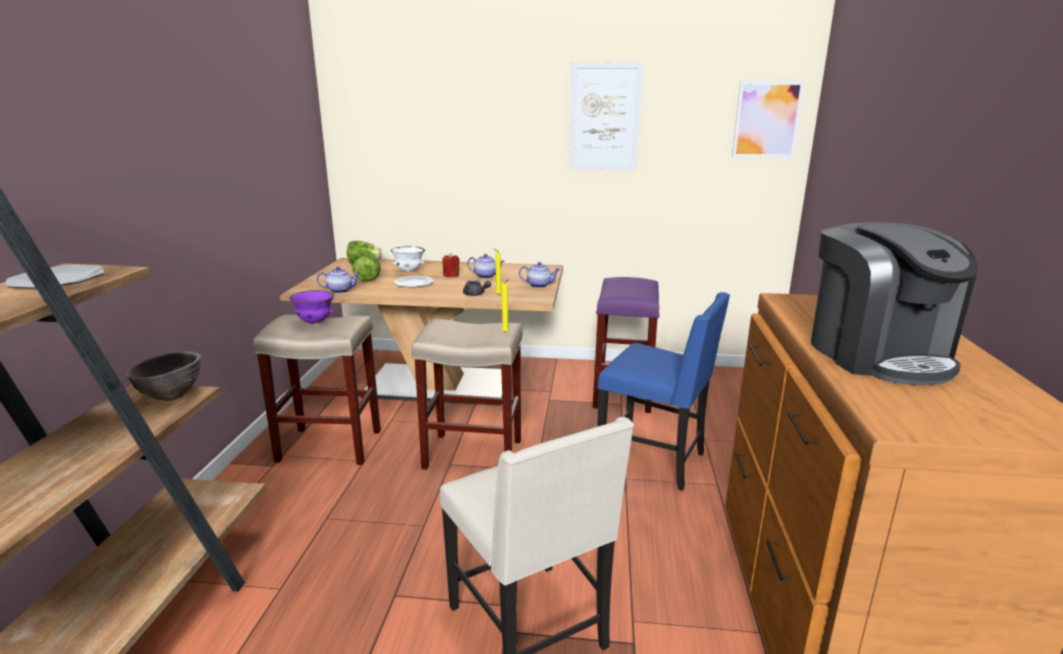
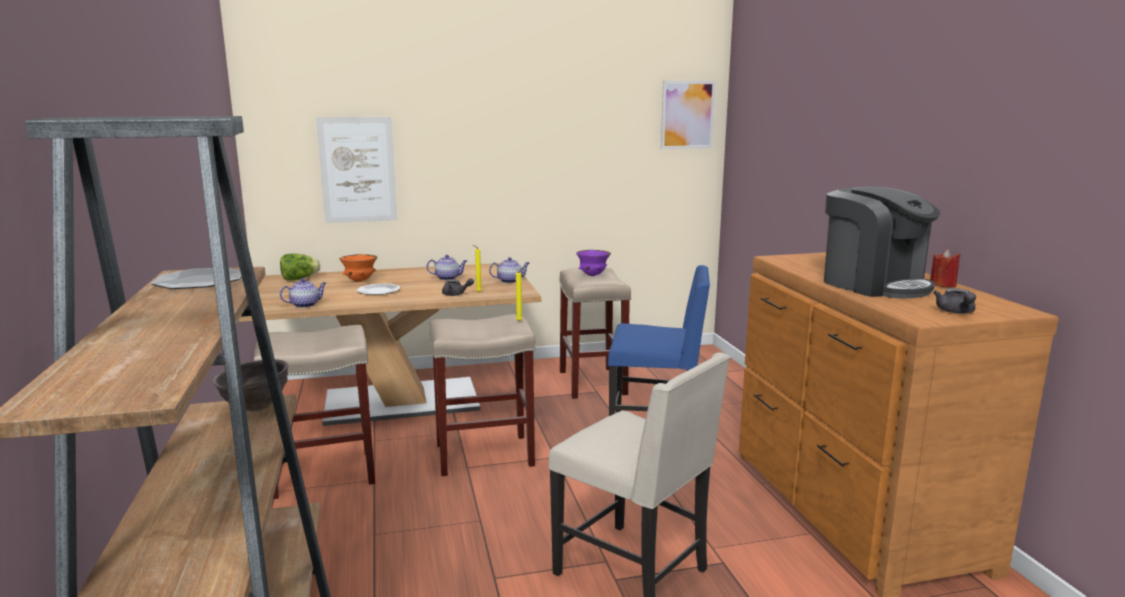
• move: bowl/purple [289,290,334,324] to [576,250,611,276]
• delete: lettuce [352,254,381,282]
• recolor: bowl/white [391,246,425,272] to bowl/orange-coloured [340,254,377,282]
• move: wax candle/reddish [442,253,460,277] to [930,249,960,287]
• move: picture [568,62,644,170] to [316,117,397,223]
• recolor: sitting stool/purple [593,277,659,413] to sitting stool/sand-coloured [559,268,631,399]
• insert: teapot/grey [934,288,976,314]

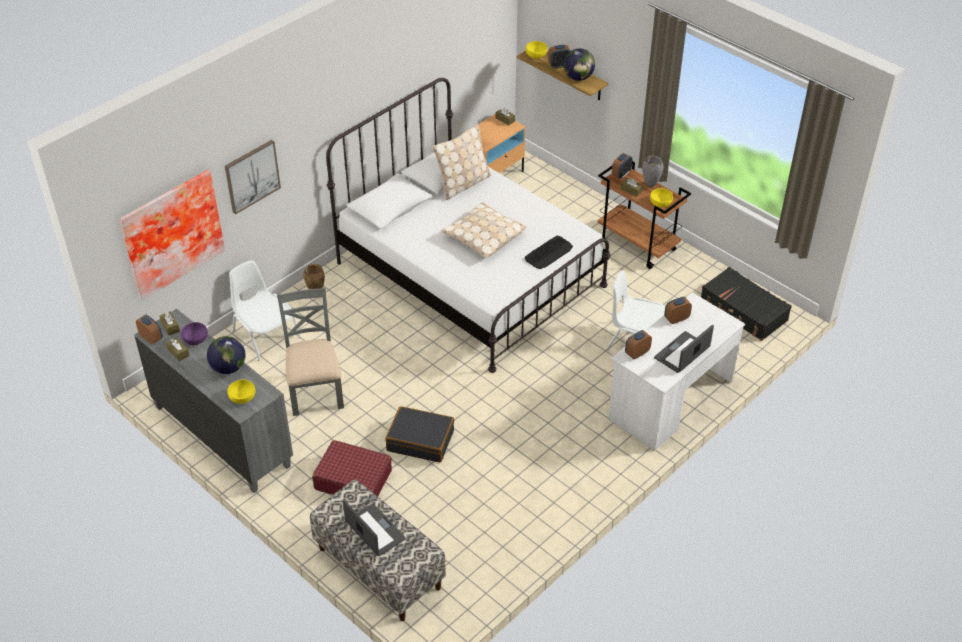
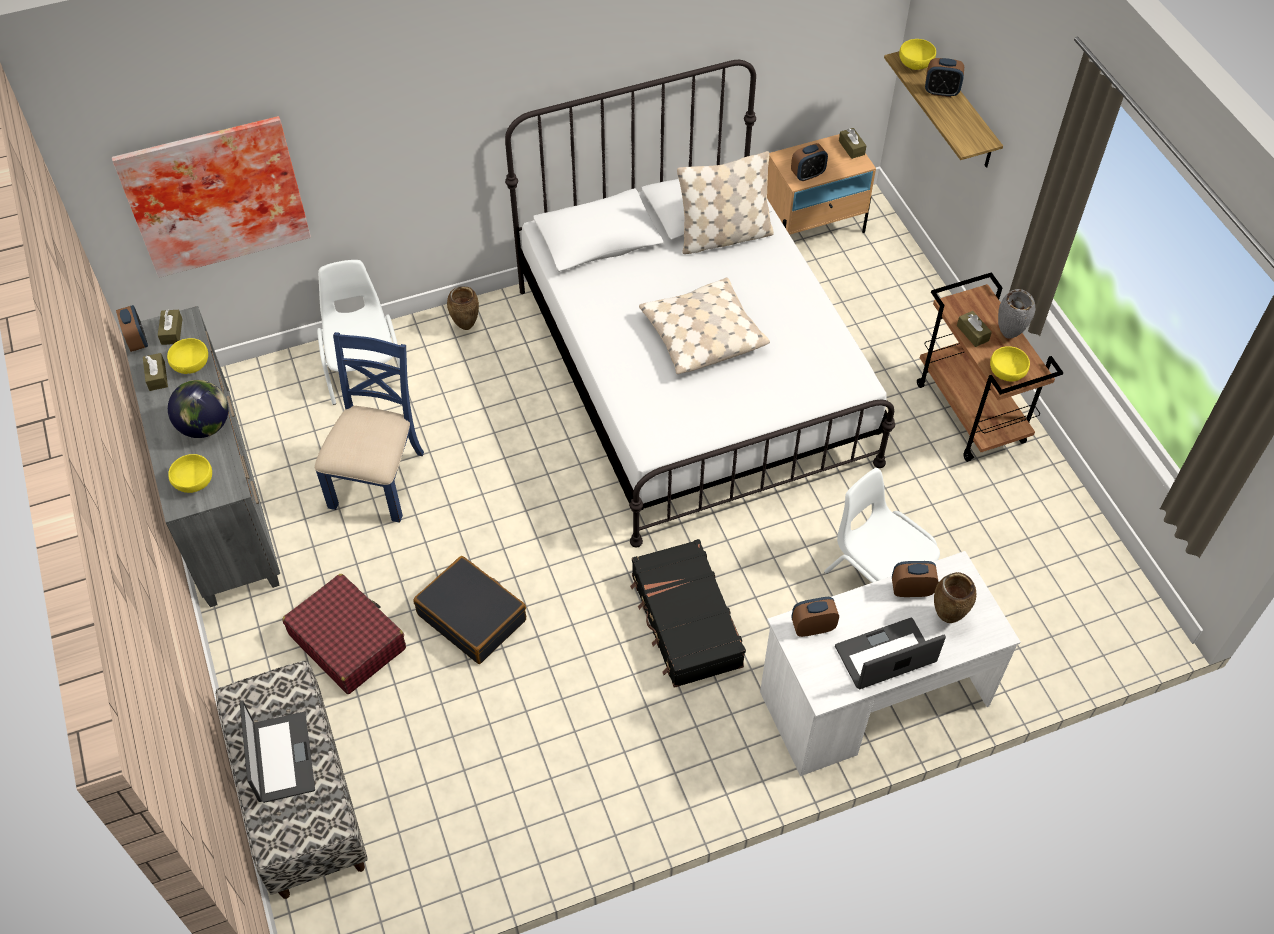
• recolor: bowl/purple [181,322,208,345] to bowl/yellow [167,338,208,374]
• delete: picture [225,140,281,215]
• recolor: chair/grey [277,287,344,416] to chair/blue [315,332,424,523]
• delete: PC keyboard [525,236,573,269]
• delete: world globe [564,49,595,81]
• move: bedside clock [612,153,632,179] to [791,143,828,181]
• move: piece of luggage/black-coloured [701,267,792,341] to [630,539,746,688]
• insert: vase/brownish [934,572,976,623]

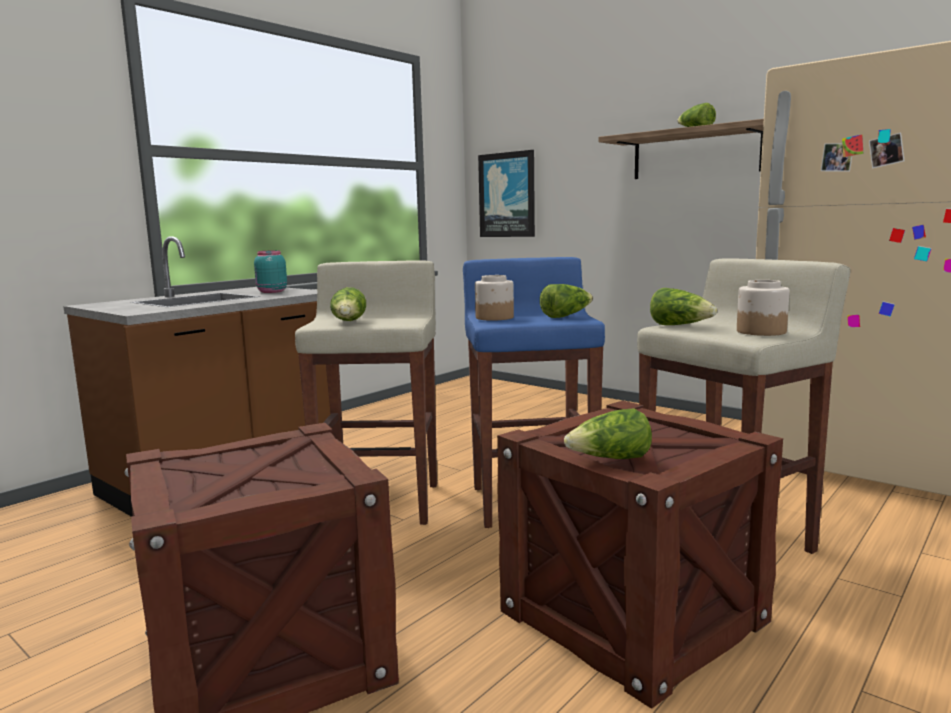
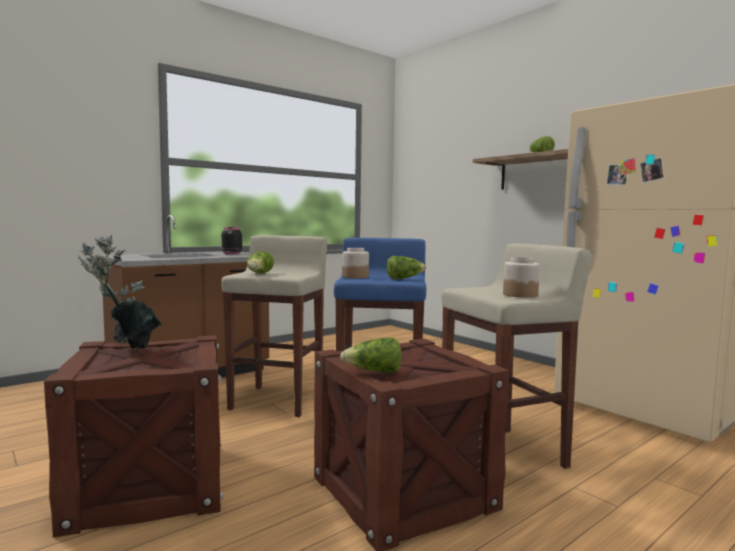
• recolor: preserve jar/turquoise-coloured [254,250,287,293] to preserve jar/black-coloured [221,227,242,255]
• delete: picture [478,150,535,237]
• delete: lettuce [650,288,717,325]
• insert: plant in a pot [78,235,162,349]

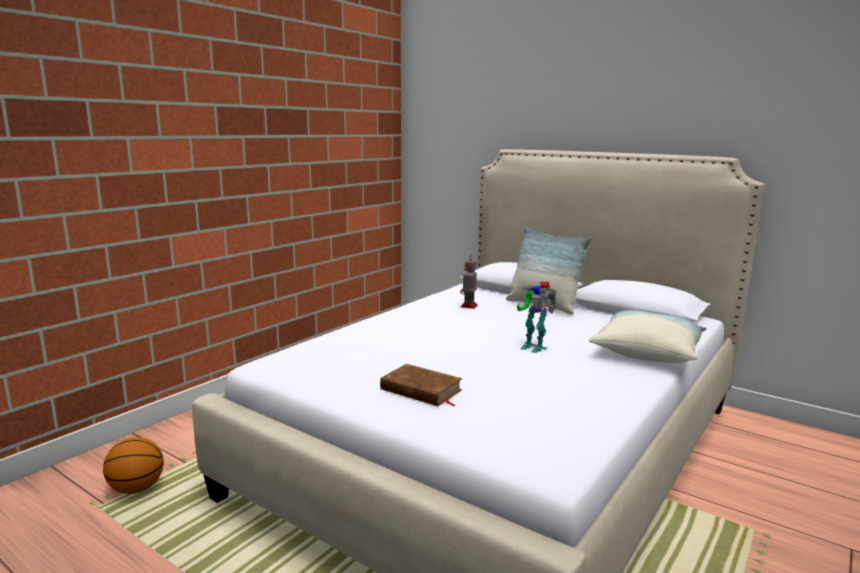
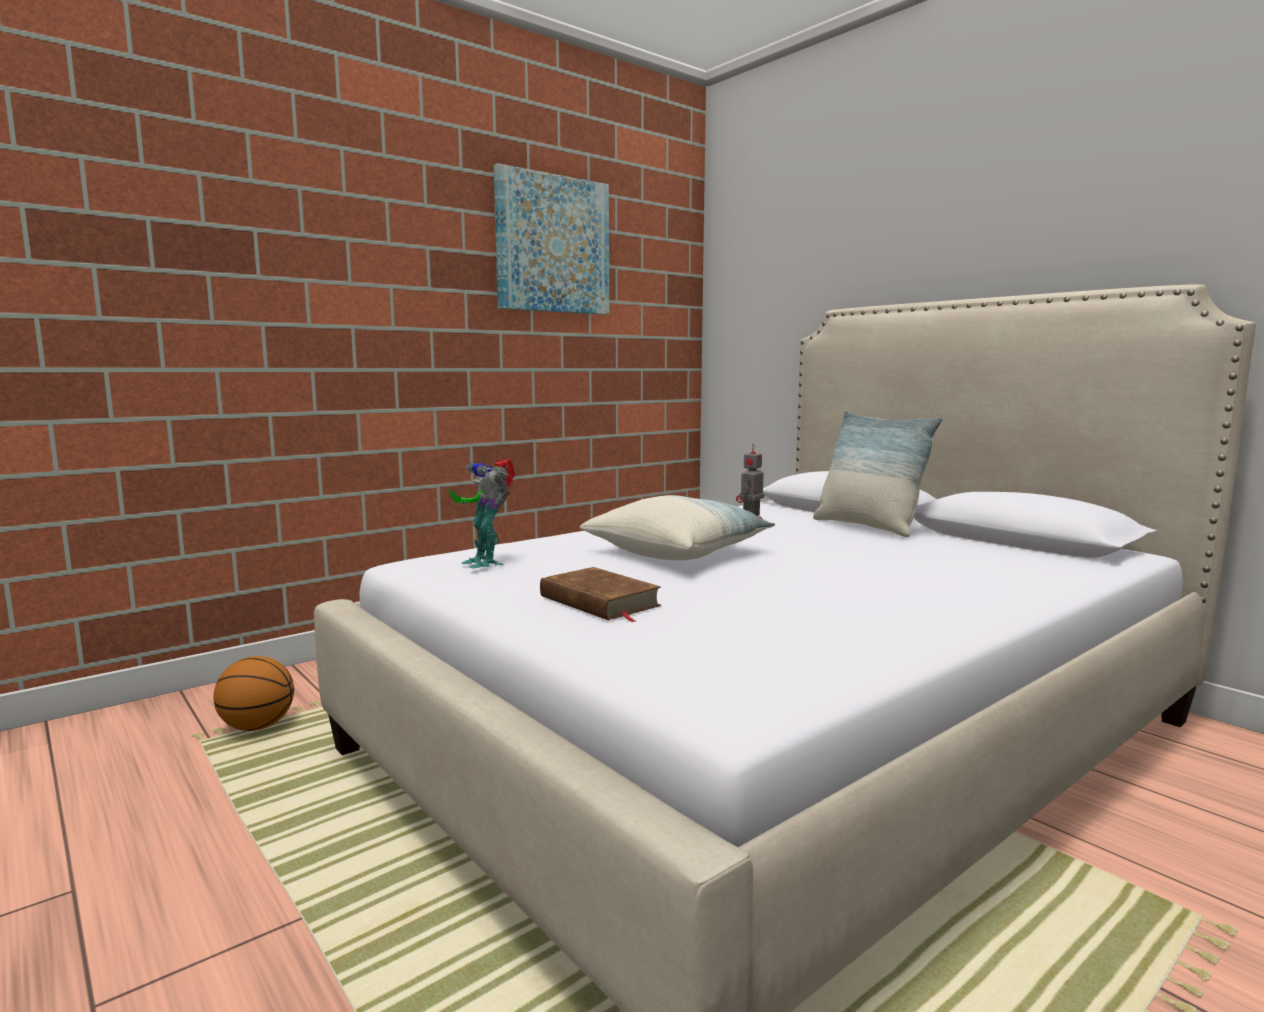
• move: model robot [517,282,557,353] to [450,459,515,568]
• move: cushion [589,310,707,363] to [580,495,775,560]
• insert: picture [494,163,609,315]

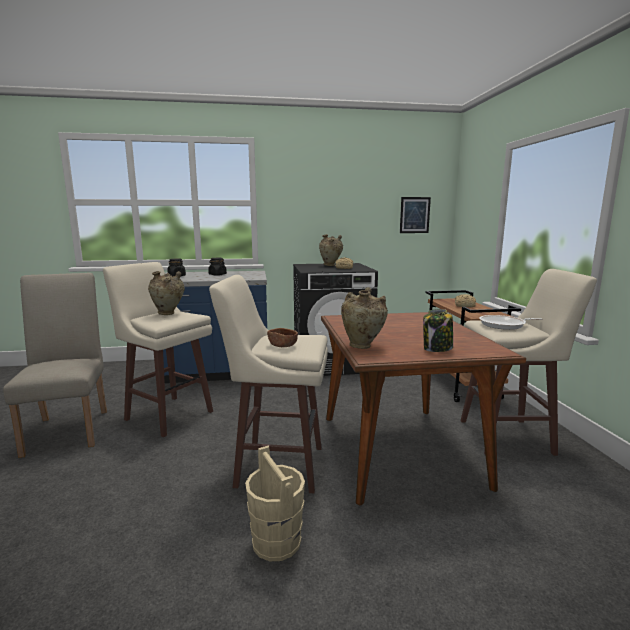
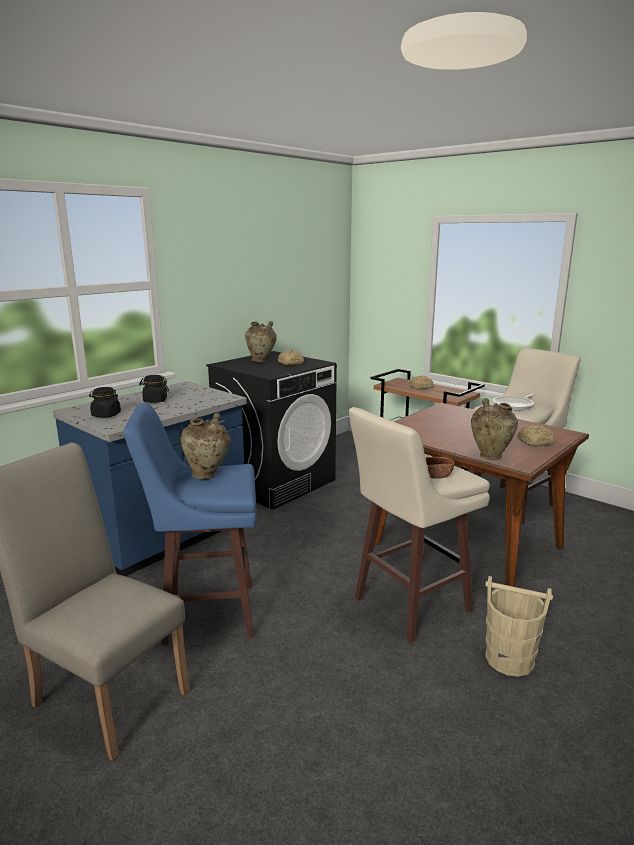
• recolor: sitting stool/sand-coloured [103,262,213,437] to sitting stool/blue [123,403,257,646]
• delete: picture [400,197,431,233]
• replace: preserve jar [423,309,453,352] to bread [517,425,555,447]

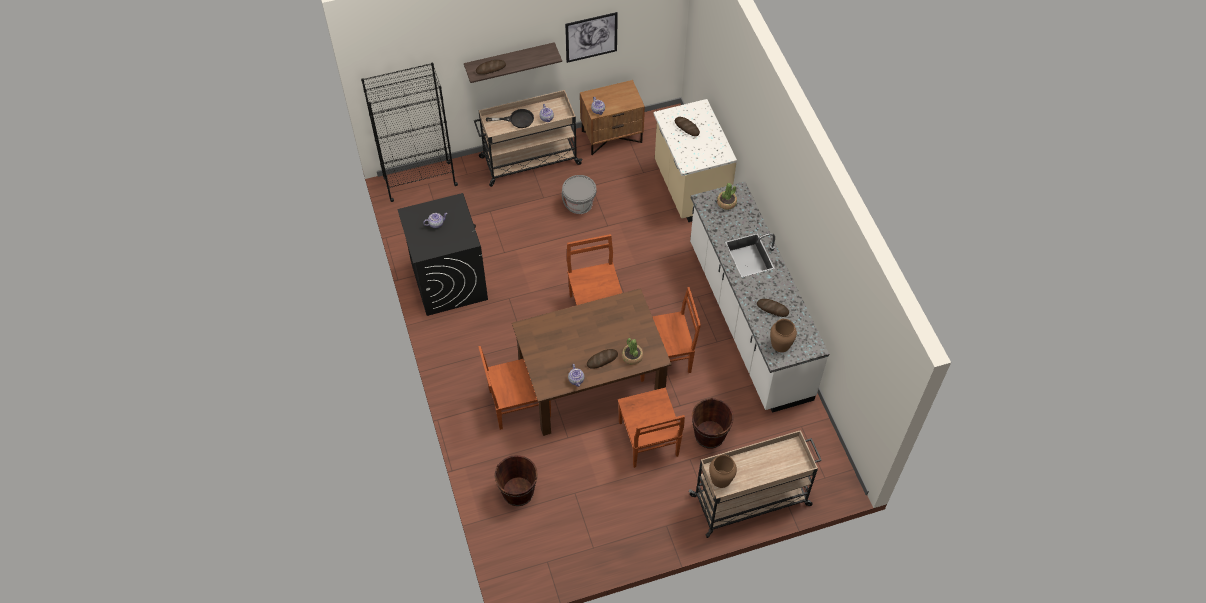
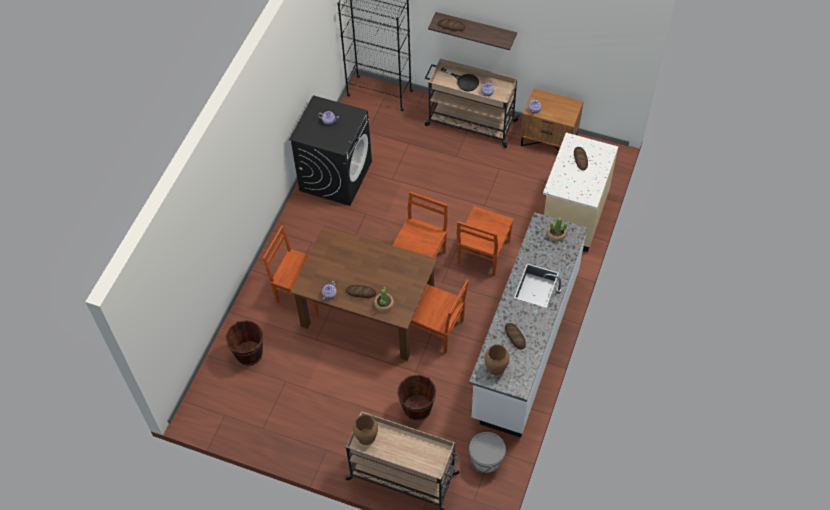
• move: water bucket/grey [562,175,596,214] to [469,432,506,473]
• delete: picture [565,12,618,63]
• move: chair/brownish [618,388,685,468] to [457,206,513,276]

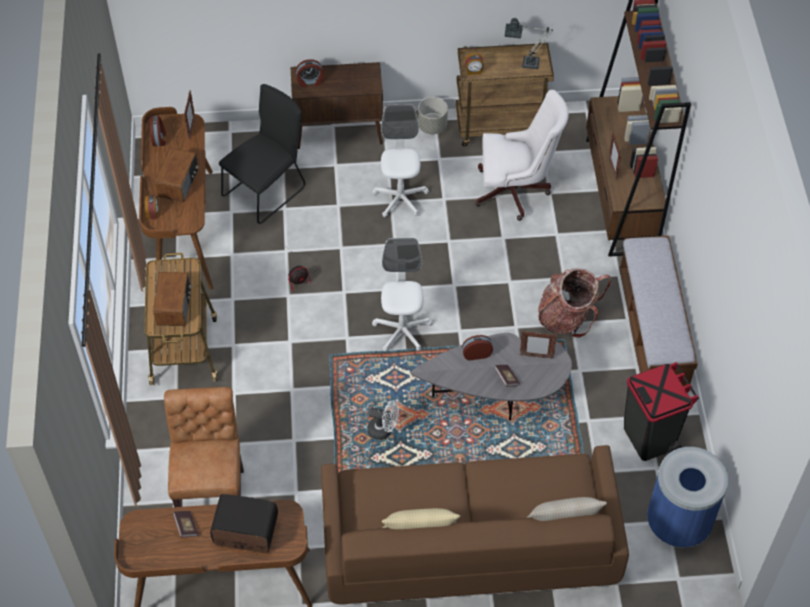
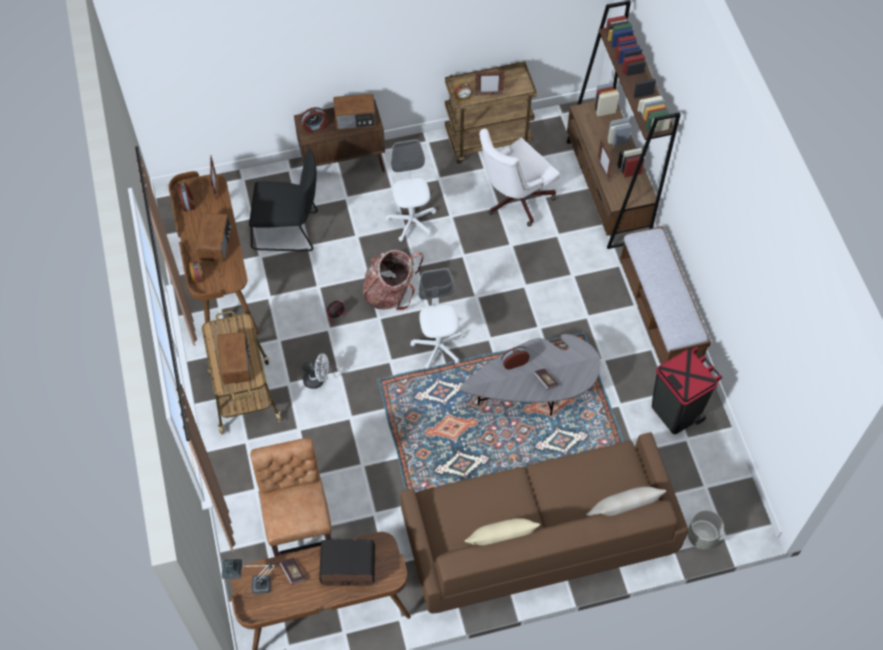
• rotate: chair/black-coloured [219,84,306,224] = [249,150,318,251] 60 degrees clockwise
• move: fan/white [367,400,399,440] to [302,353,329,389]
• move: planter/grey [418,97,448,134] to [688,510,724,549]
• rotate: desk chair/white [475,90,569,221] = [479,128,560,226] 150 degrees clockwise
• move: lamp for a table [505,18,553,69] to [222,559,276,594]
• move: picture frame [520,331,557,359] to [475,71,505,96]
• move: rucksack [538,268,612,338] to [363,250,424,310]
• delete: rubbish bin/blue [647,447,728,548]
• insert: radio set [333,94,376,130]

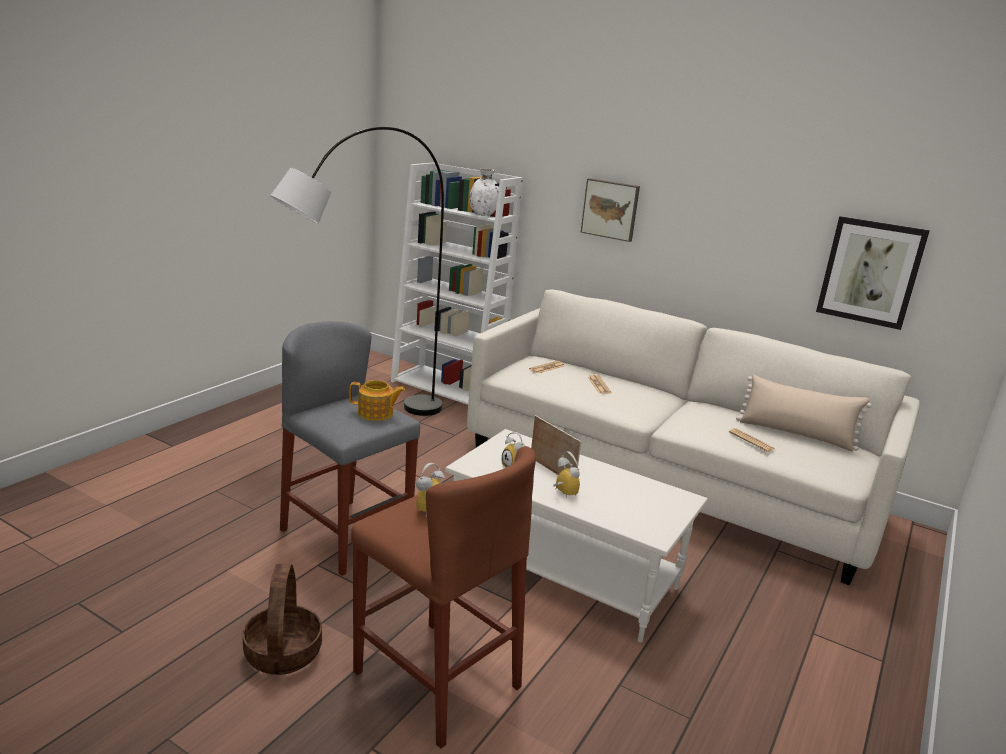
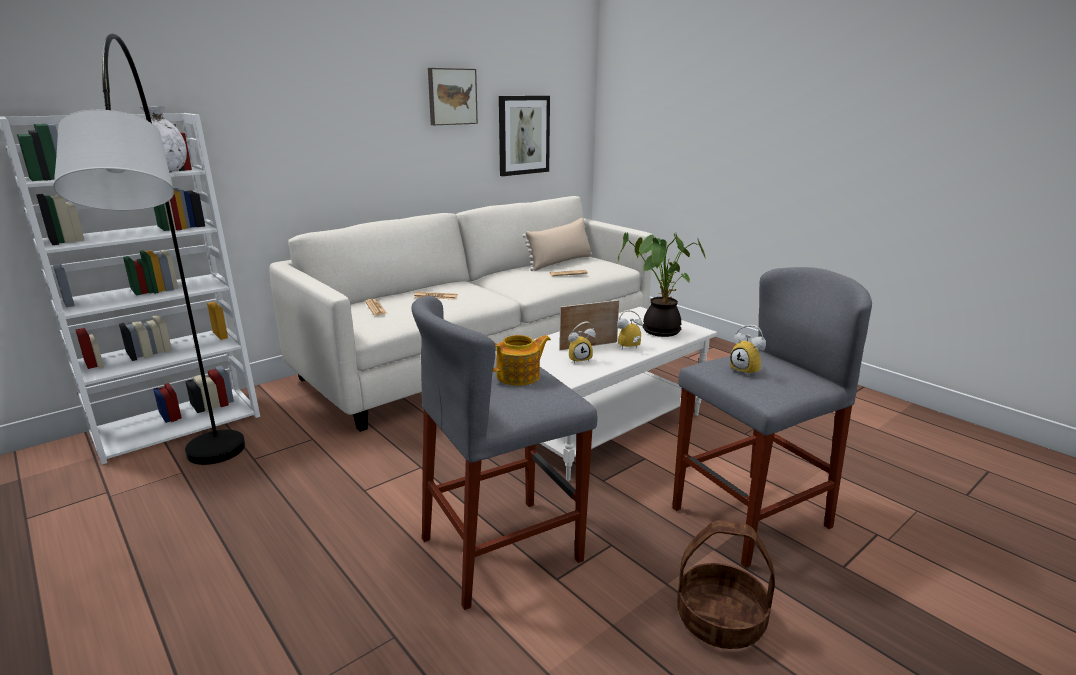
• rotate: teapot [349,380,405,421] = [493,335,551,386] 45 degrees clockwise
• recolor: sitting stool/brownish [351,446,536,749] to sitting stool/grey [672,267,872,568]
• move: picture [581,178,640,242] to [428,68,478,125]
• insert: plant in a pot [618,232,706,337]

